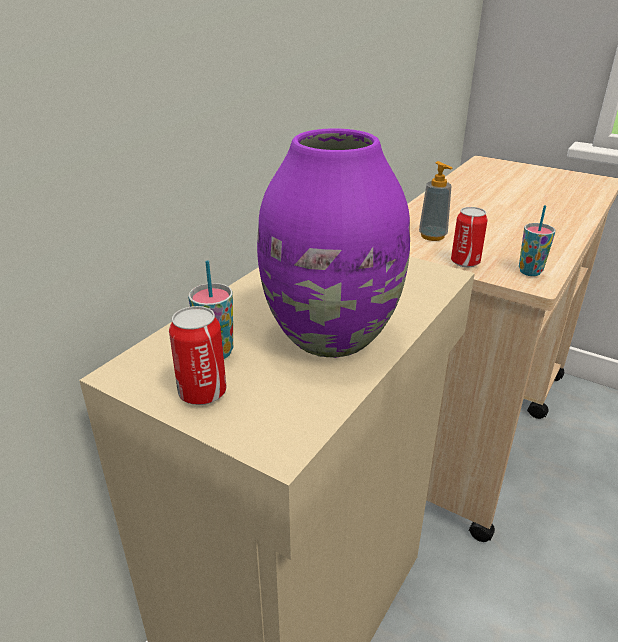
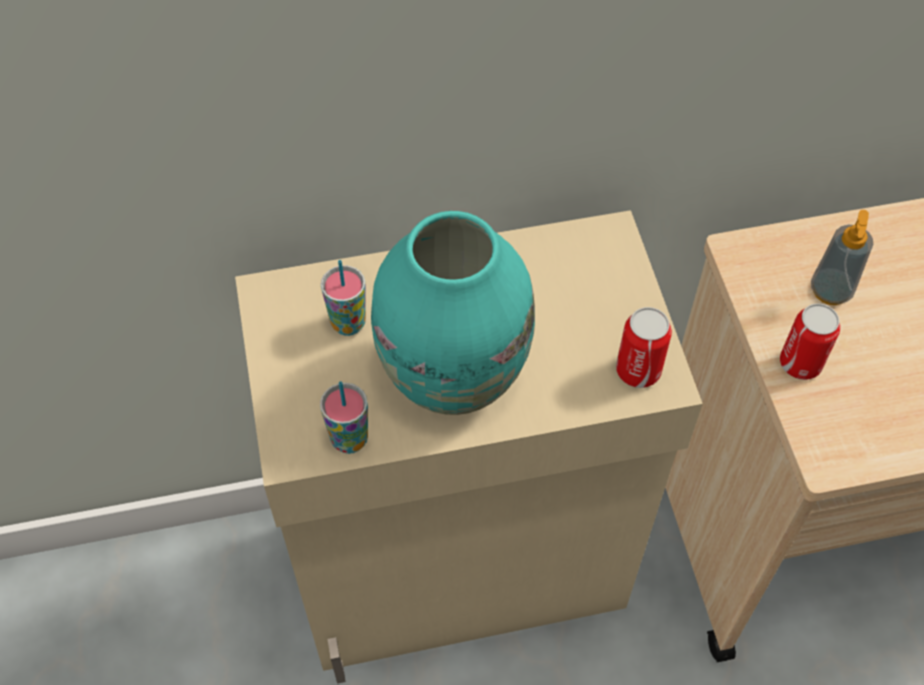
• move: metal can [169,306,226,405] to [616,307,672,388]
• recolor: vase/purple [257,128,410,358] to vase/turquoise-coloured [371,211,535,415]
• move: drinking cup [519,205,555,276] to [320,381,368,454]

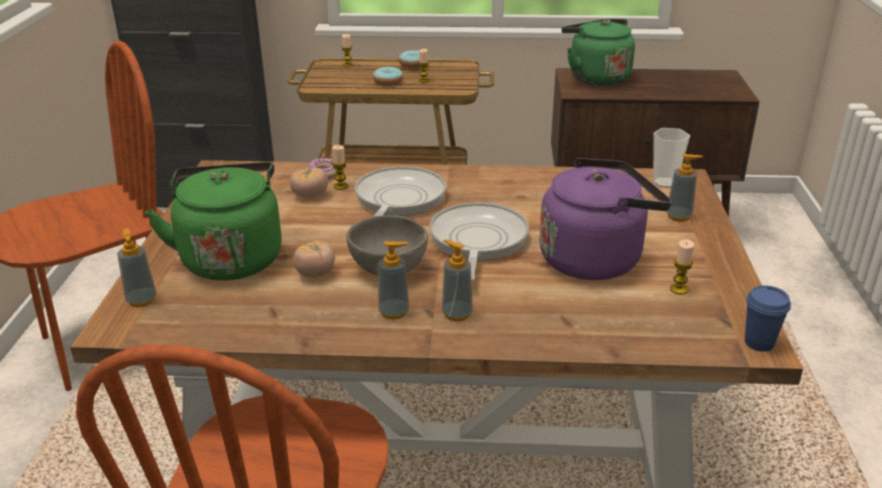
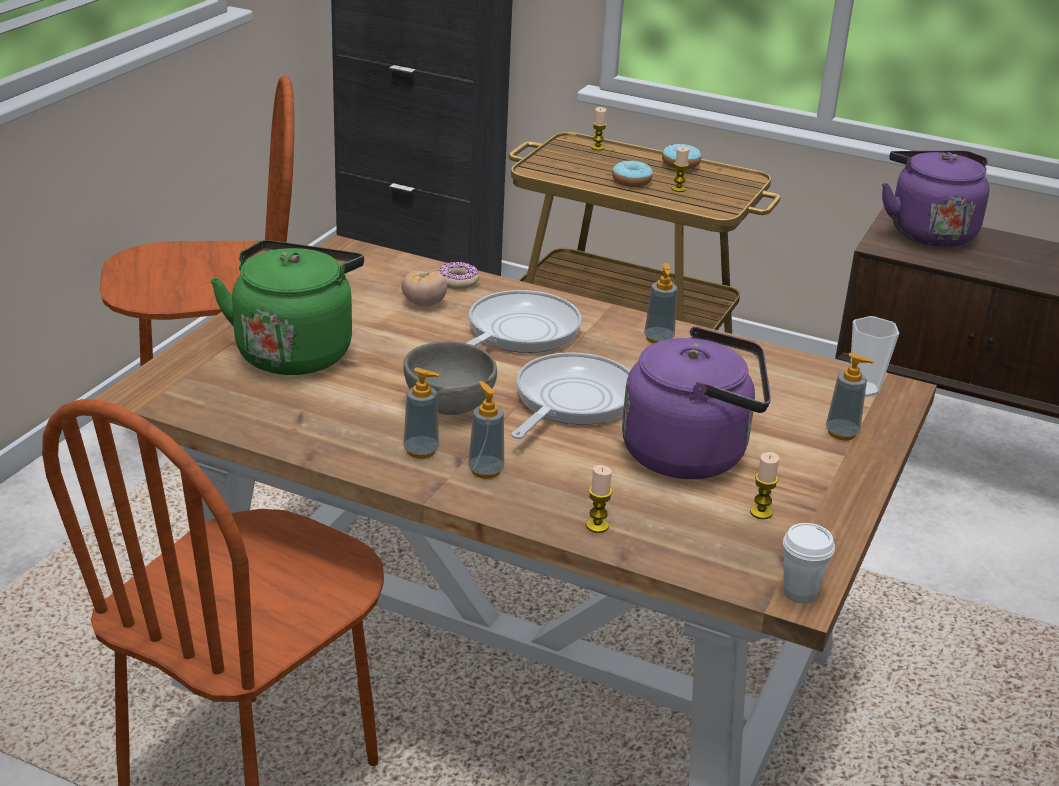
• move: soap bottle [117,228,157,308] to [644,263,678,344]
• delete: tomato [293,240,335,278]
• move: wax candle [332,145,348,190] to [586,465,613,533]
• recolor: kettle/green [561,19,635,86] to kettle/purple [882,151,990,247]
• recolor: drinking cup/blue [745,285,791,352] to drinking cup/white [783,523,835,604]

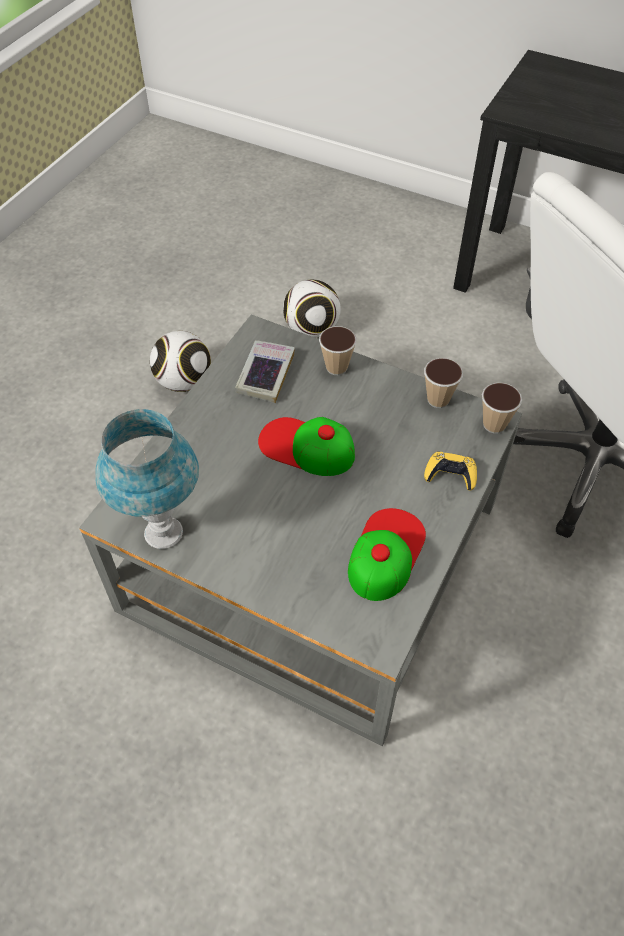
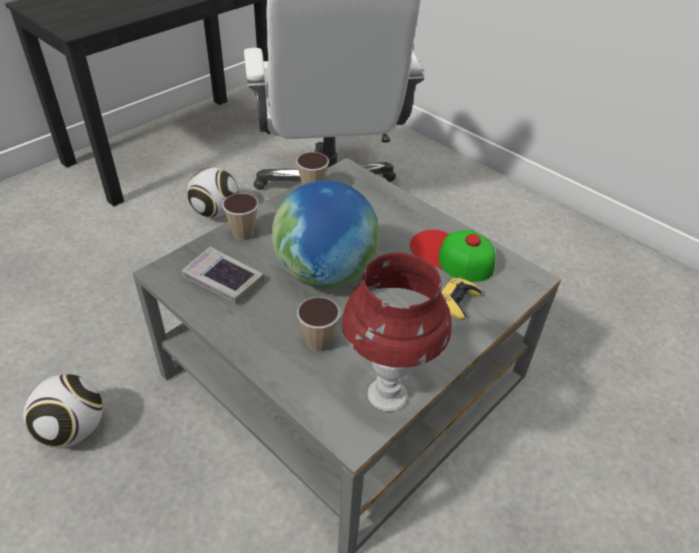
• recolor: lamp for a table/blue [95,409,199,549] to lamp for a table/reddish [342,253,451,411]
• replace: baseball cap [258,417,355,476] to world globe [272,180,380,288]
• move: ball for football [283,279,341,338] to [187,167,238,218]
• move: joypad/yellow [424,451,477,491] to [441,278,482,320]
• move: drinking cup [482,383,522,433] to [297,297,340,352]

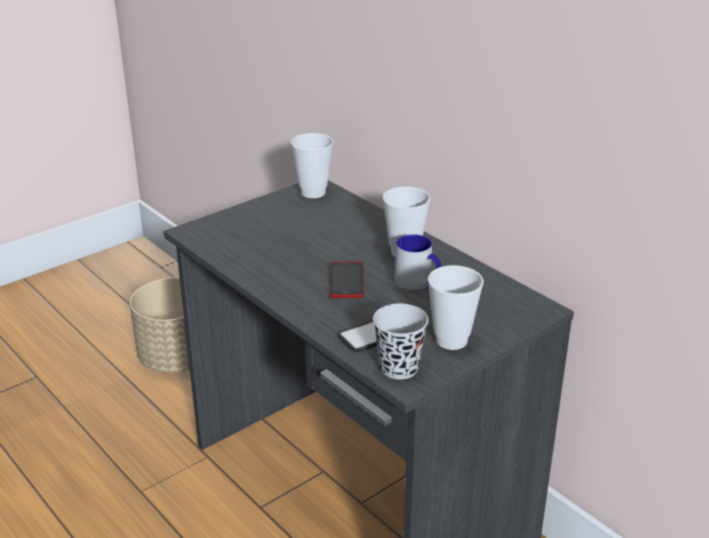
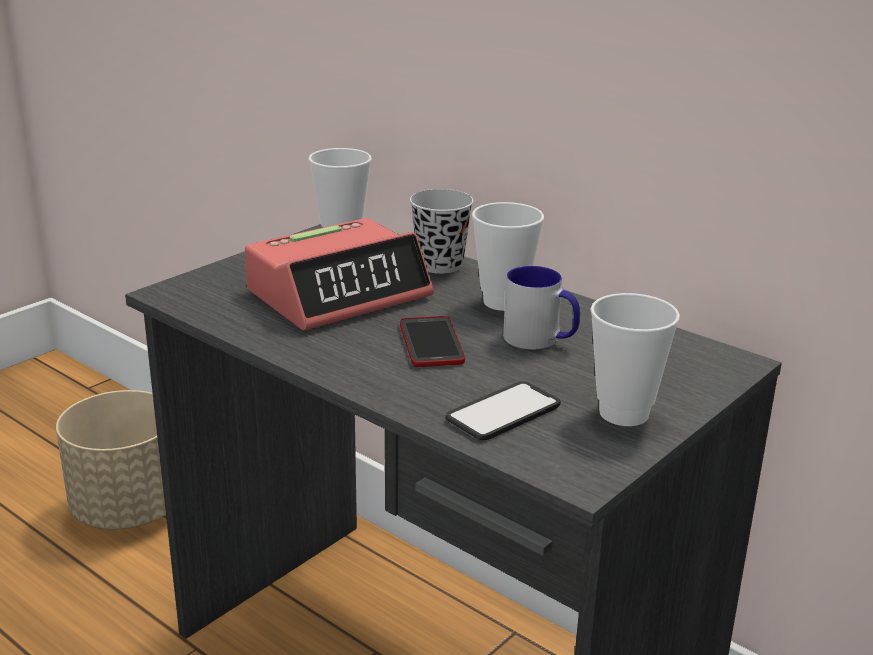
• move: drinking cup/black-coloured [373,303,428,380] to [410,189,474,274]
• insert: bedside clock [245,218,434,331]

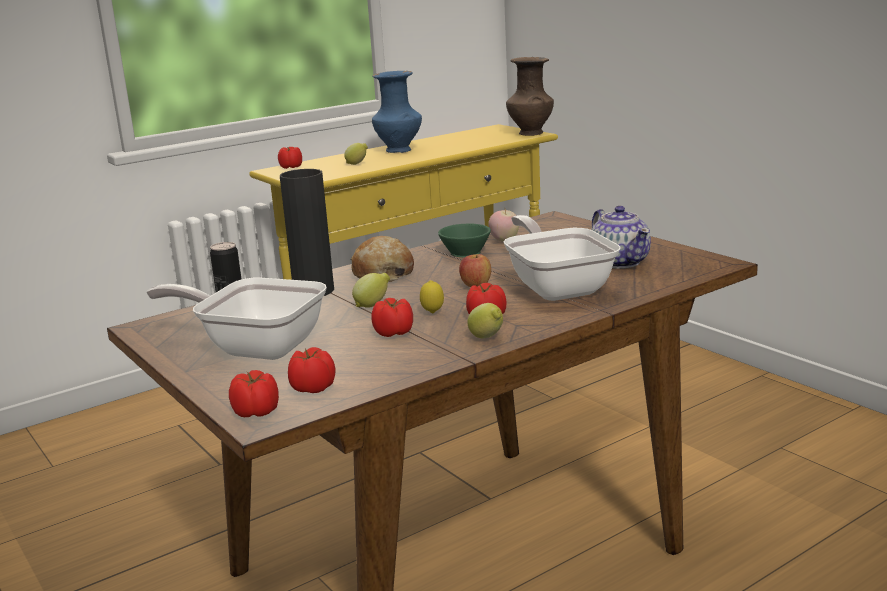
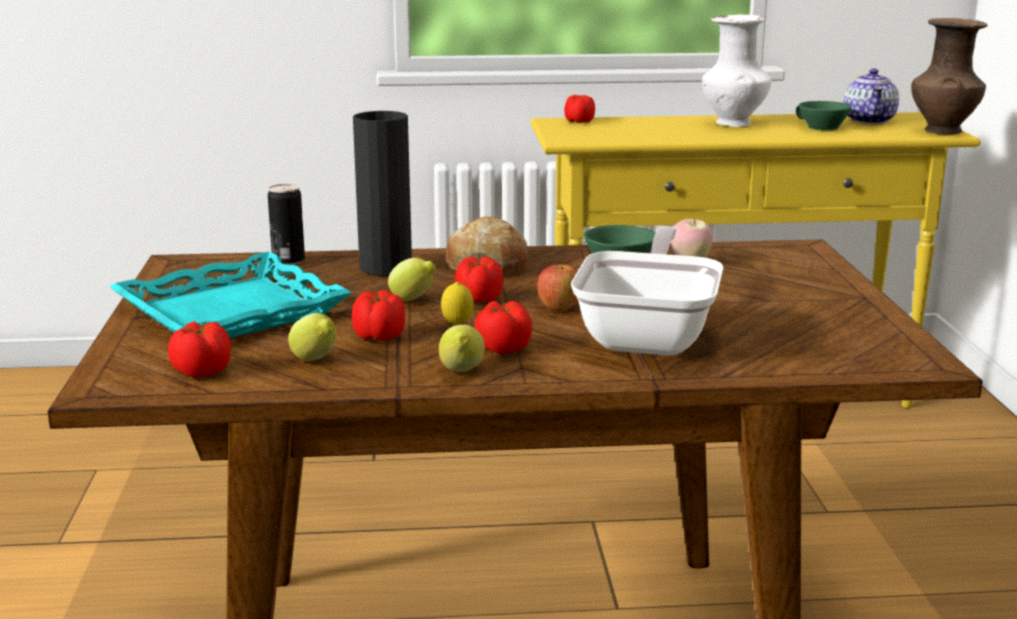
• replace: pan [147,278,327,360] to serving tray/turquoise-coloured [109,252,352,338]
• move: tomato [229,370,279,417] to [454,257,503,303]
• move: whole lemon [344,143,368,165] to [288,313,337,361]
• recolor: vase/blue [372,71,422,153] to vase/white [702,14,772,127]
• move: teapot [591,206,651,269] to [843,68,899,124]
• insert: drinking cup/green [796,101,852,131]

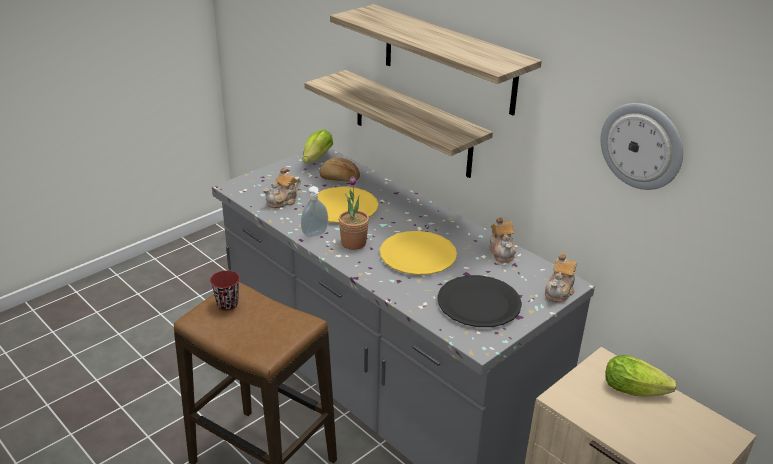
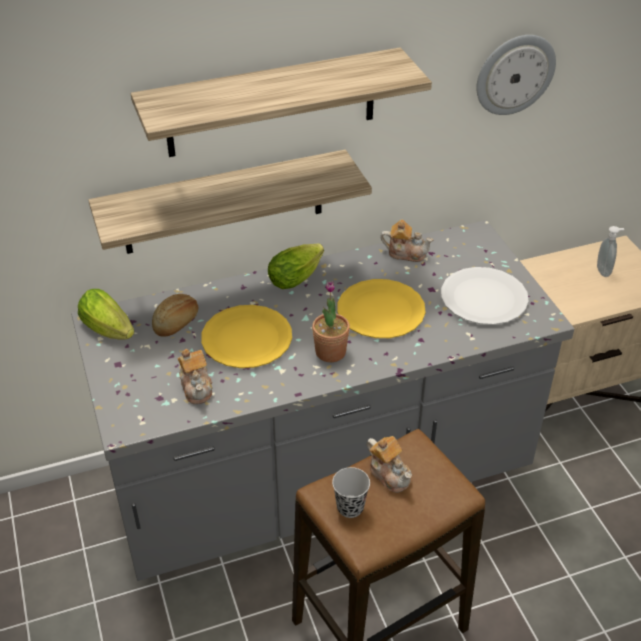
• recolor: drinking cup/reddish [210,271,240,311] to drinking cup/black-coloured [332,467,370,518]
• move: soap bottle [301,186,328,237] to [597,226,624,277]
• recolor: flat dish/black-coloured [437,275,522,327] to flat dish/white [441,267,529,325]
• move: teapot [545,253,577,302] to [367,436,412,493]
• move: lettuce [605,355,677,397] to [268,244,324,289]

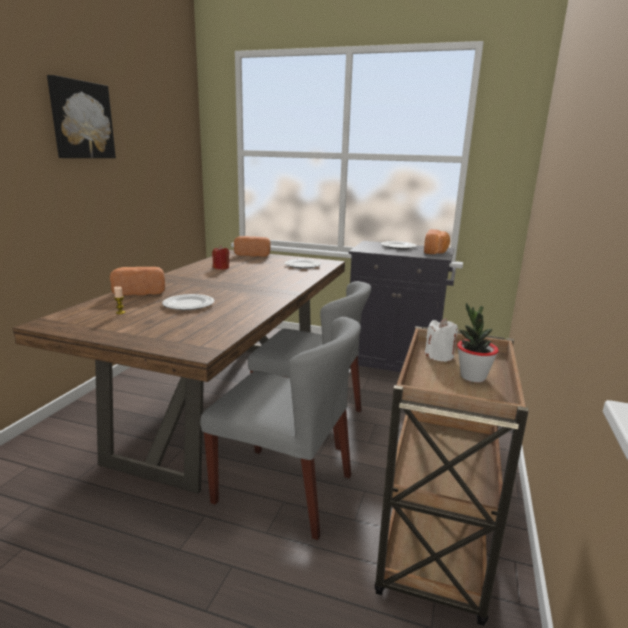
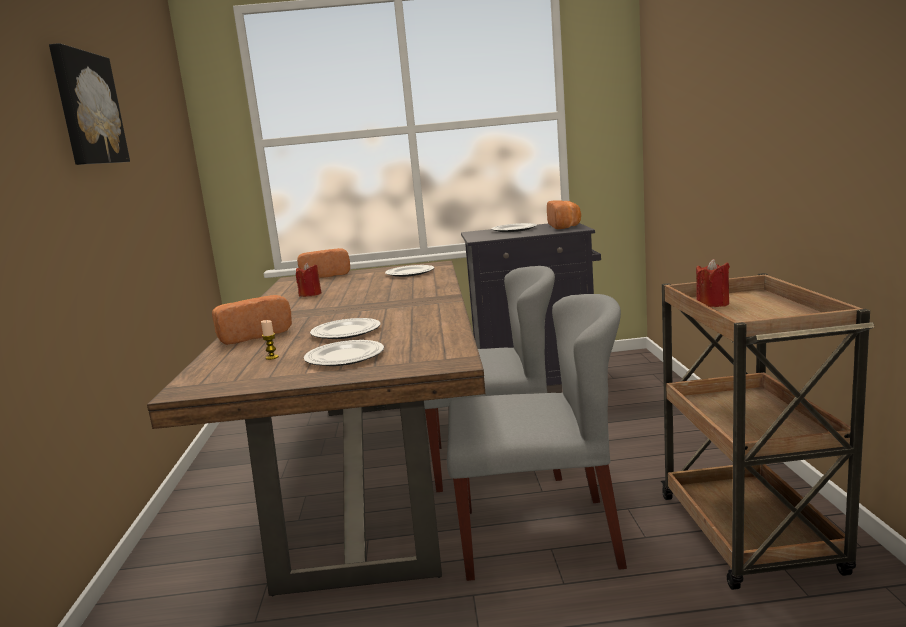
• recolor: wax candle/white [424,318,458,362] to wax candle/reddish [696,259,730,307]
• delete: plant in a pot [457,302,499,383]
• insert: flat dish [304,340,384,366]

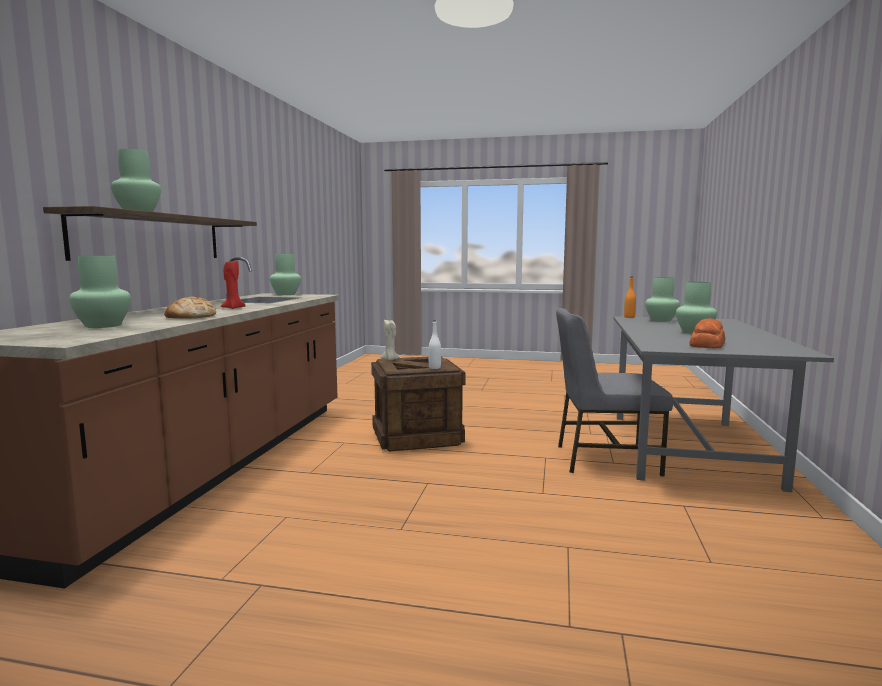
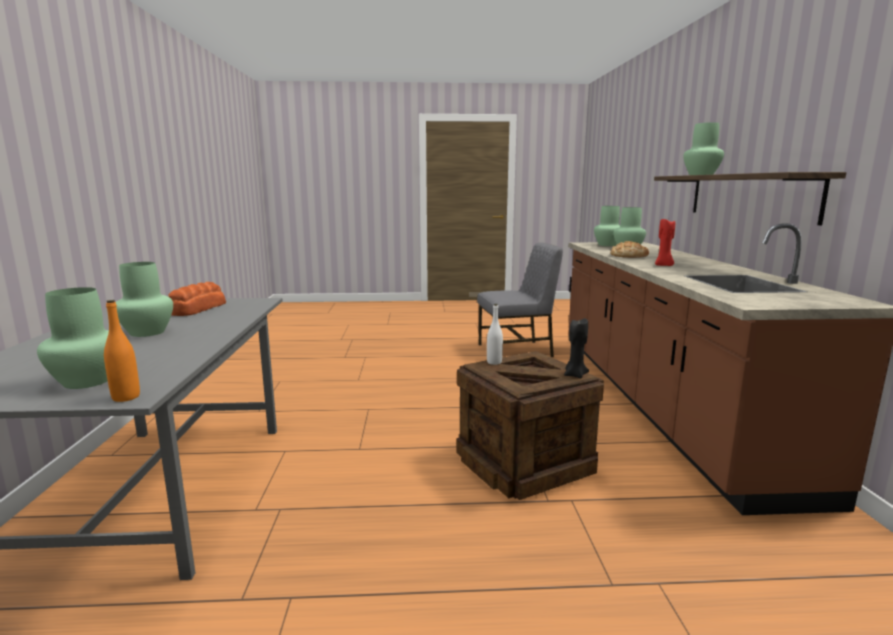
• move: vase/green [270,254,301,295] to [594,206,620,246]
• recolor: wax candle/sand-coloured [380,320,400,360] to wax candle/black-coloured [564,318,589,378]
• move: chair/grey [556,308,673,476] to [477,242,563,357]

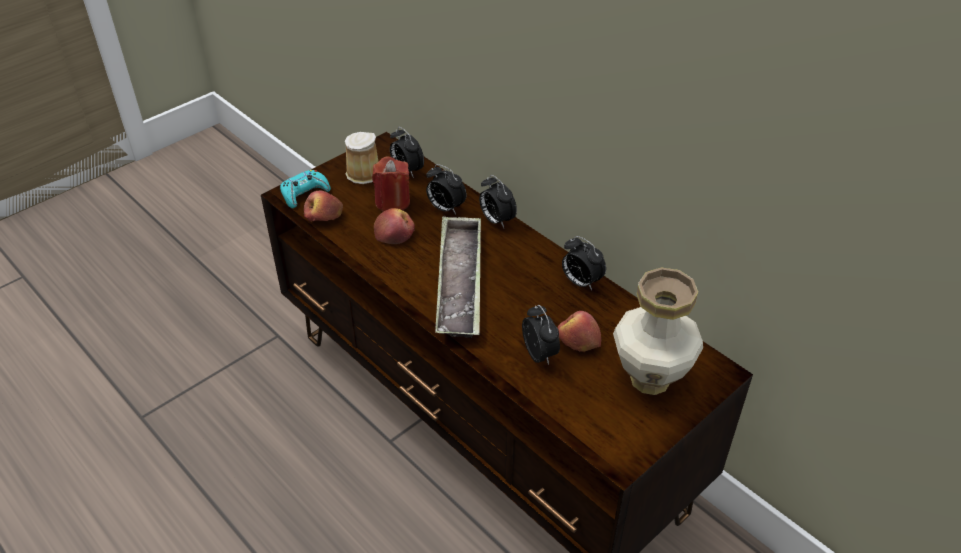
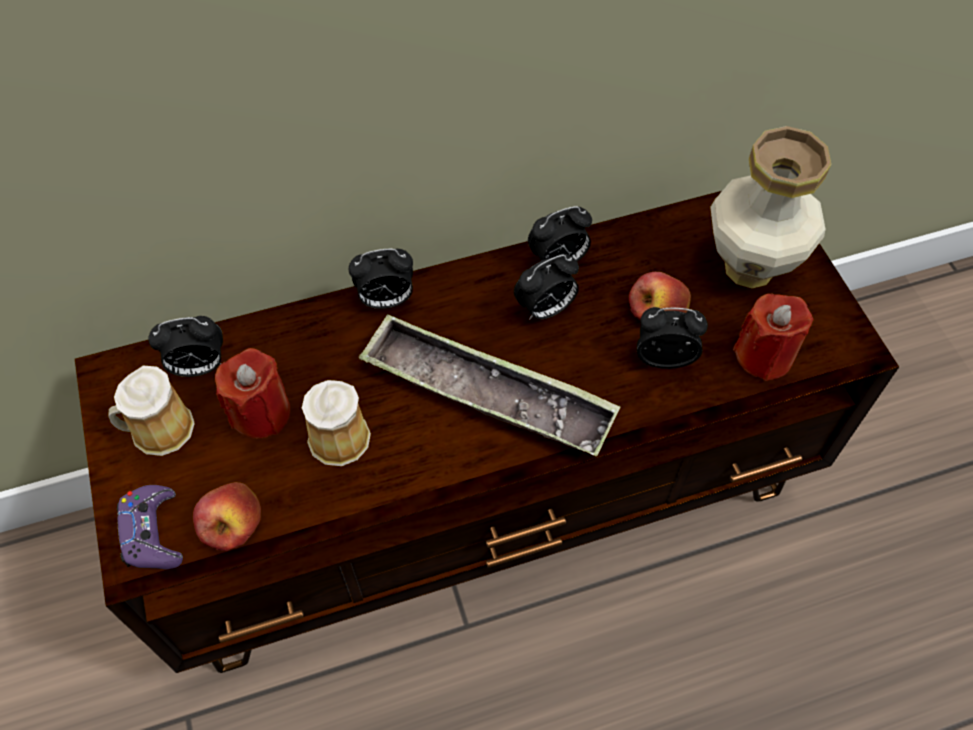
• recolor: joypad/turquoise-coloured [280,170,331,208] to joypad/purple [117,485,183,569]
• replace: whole apple [374,208,415,244] to coffee mug [302,380,371,466]
• move: bedside clock [426,164,467,214] to [514,254,579,320]
• insert: wax candle/reddish [733,293,814,381]

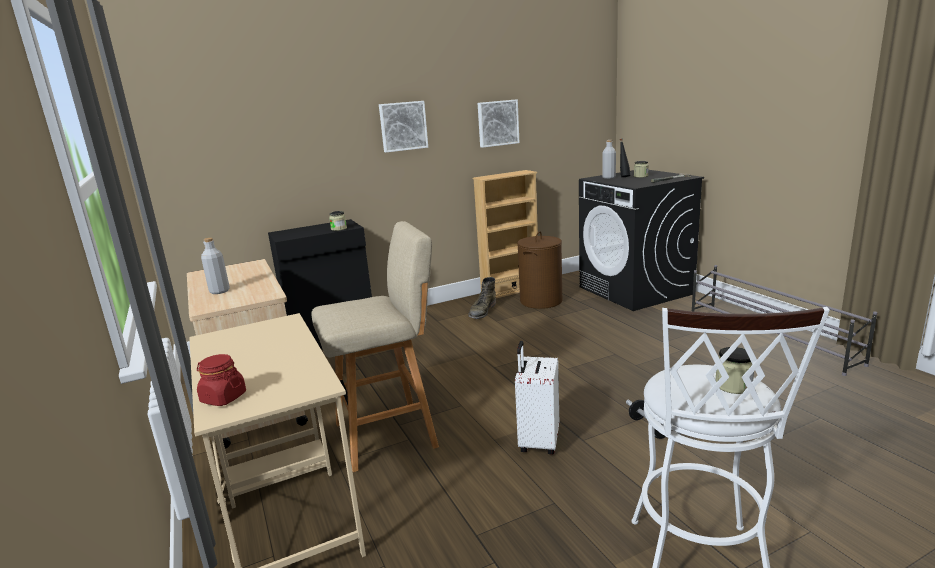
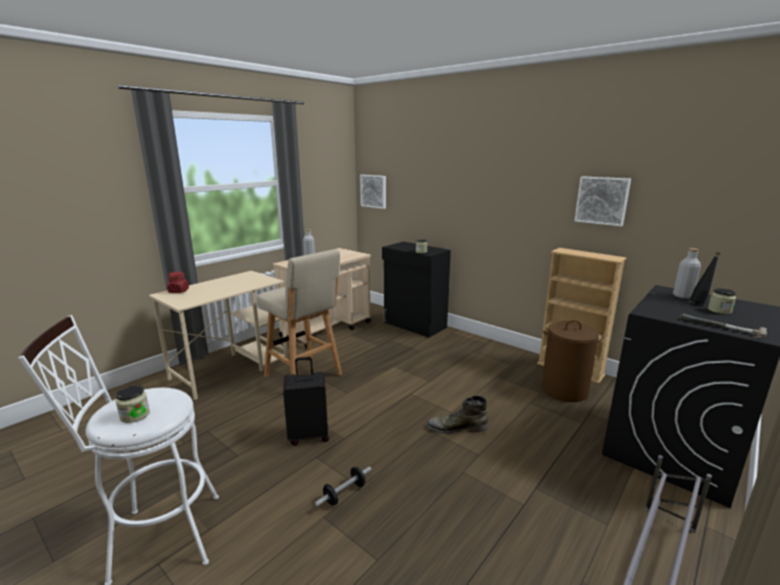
• move: picture [379,101,428,152] to [360,175,386,209]
• move: high-top boot/green [468,277,496,319] to [427,396,488,434]
• recolor: piece of luggage/white [515,341,559,454] to piece of luggage/black-coloured [283,357,329,446]

